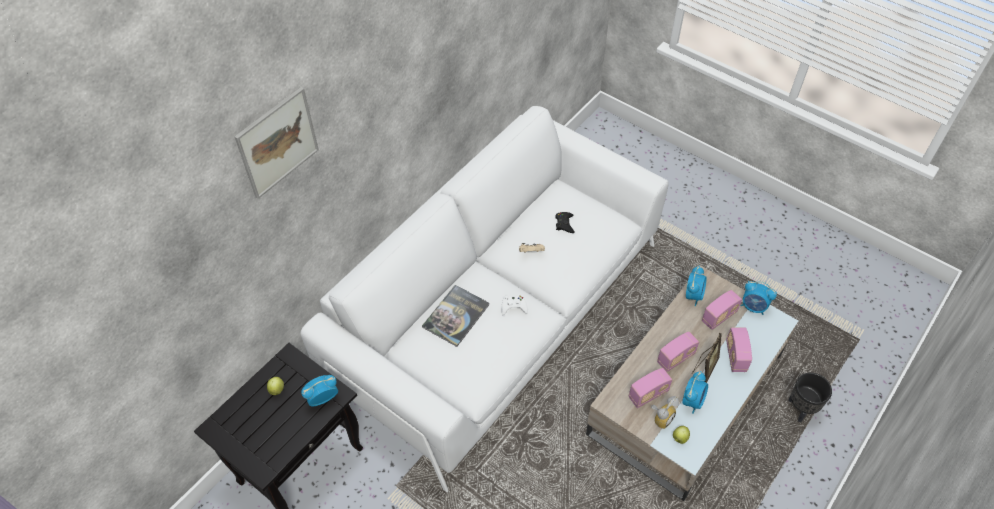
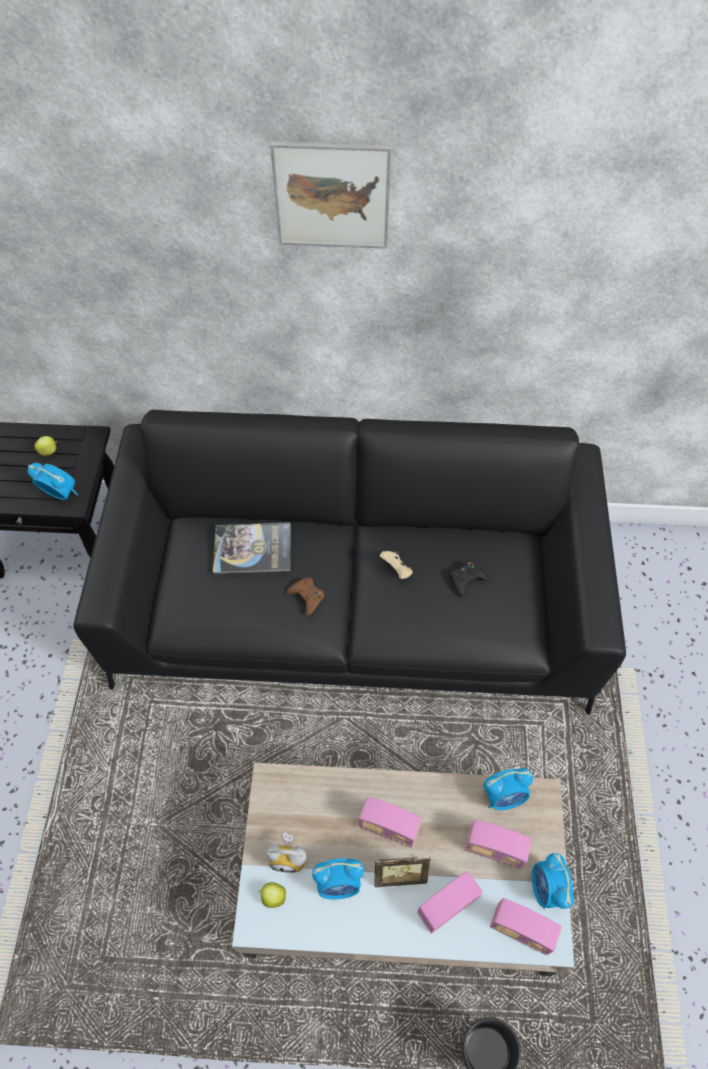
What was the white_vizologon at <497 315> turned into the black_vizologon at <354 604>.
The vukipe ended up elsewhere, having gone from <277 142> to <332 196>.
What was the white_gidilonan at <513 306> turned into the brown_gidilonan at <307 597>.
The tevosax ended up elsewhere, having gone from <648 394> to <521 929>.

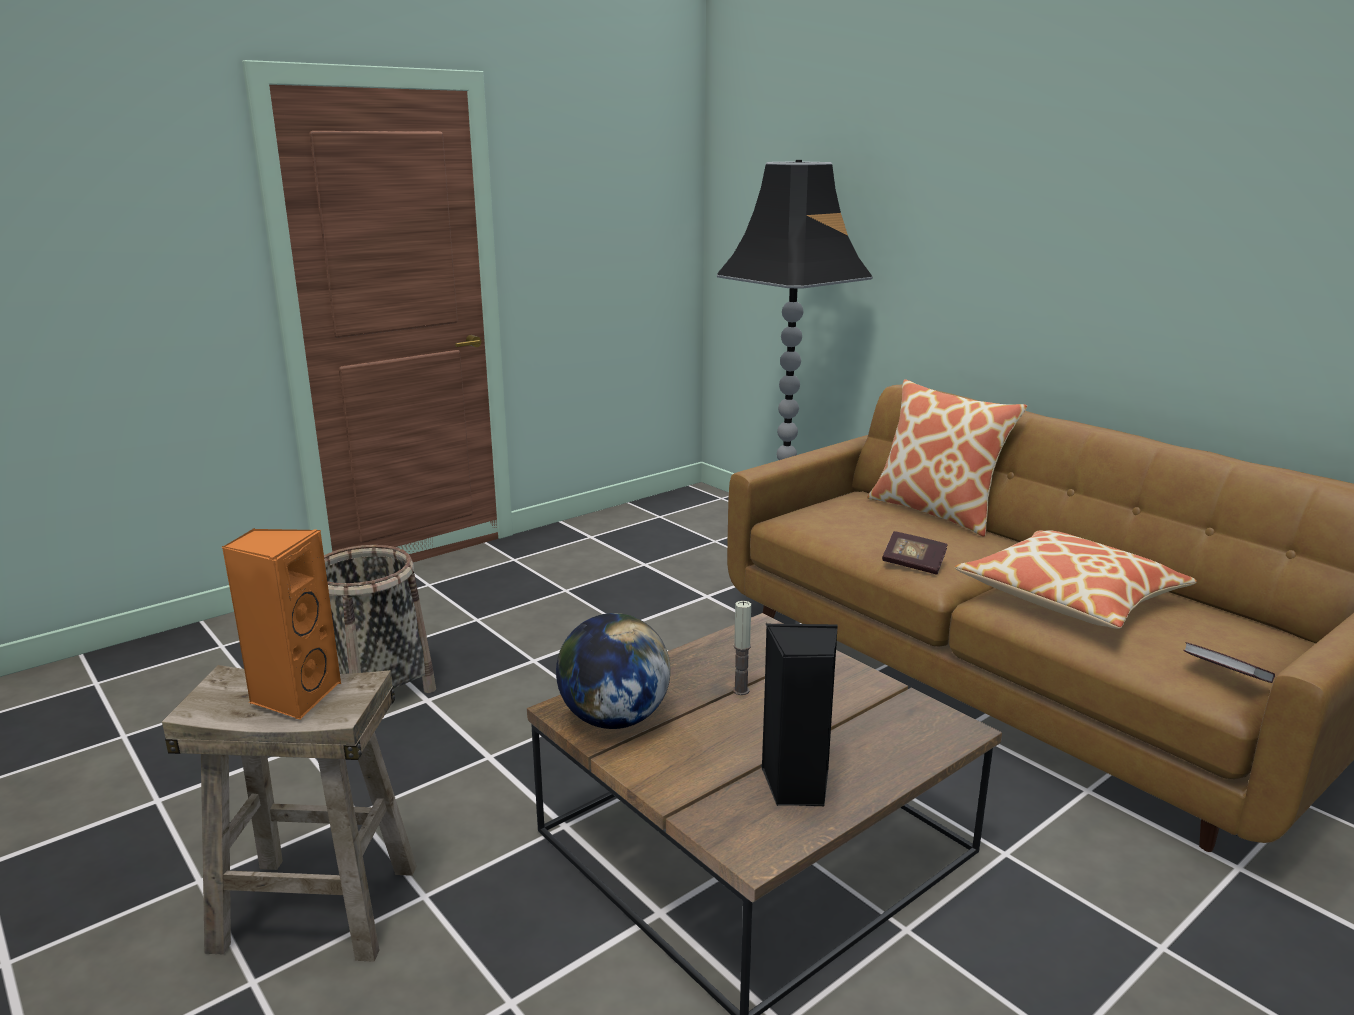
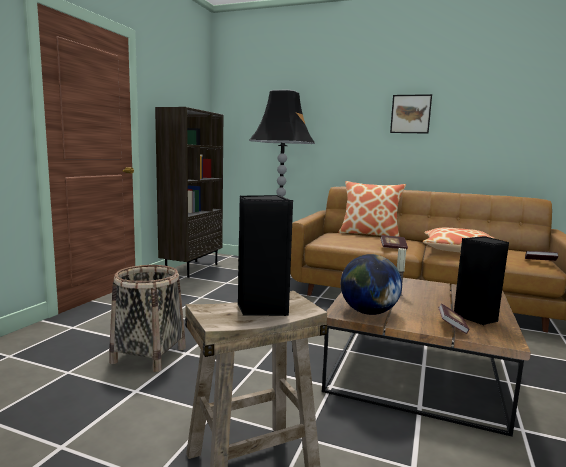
The second view gained the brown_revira at <192 268>.
What was the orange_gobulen at <294 696> turned into the black_gobulen at <262 308>.
The second view gained the vukipe at <410 114>.
The second view gained the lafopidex at <452 327>.

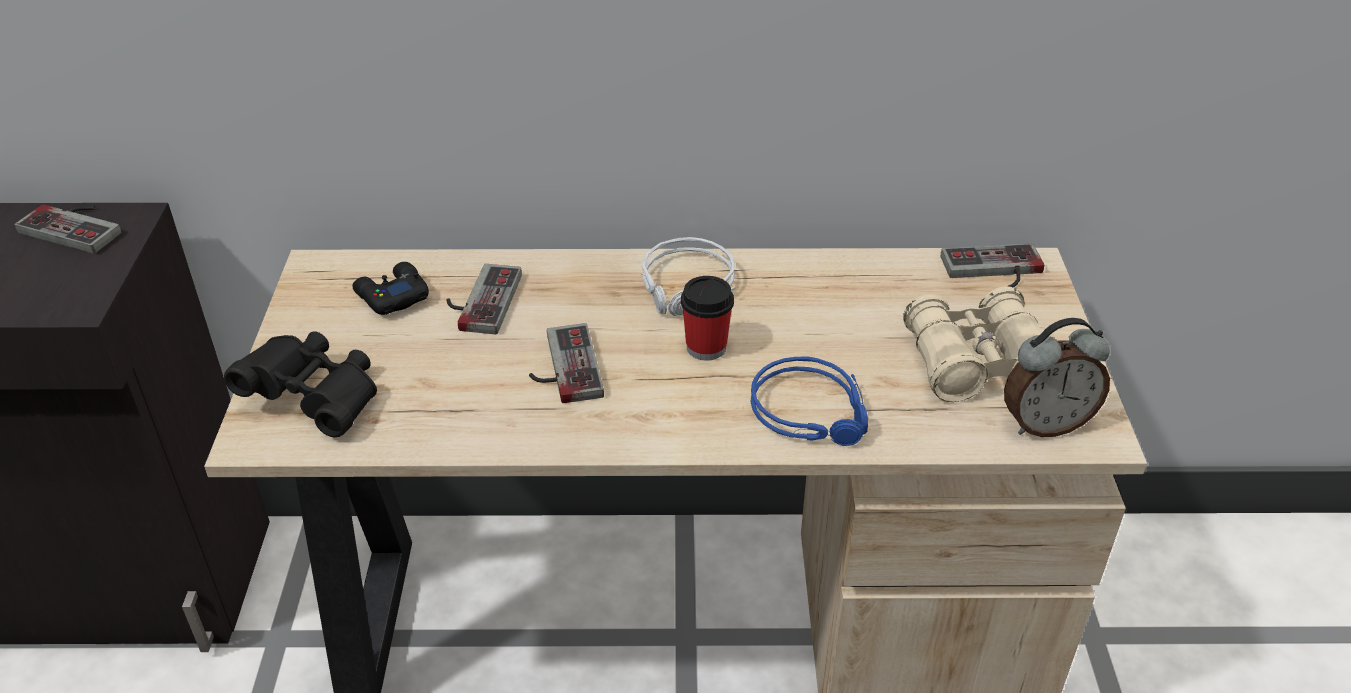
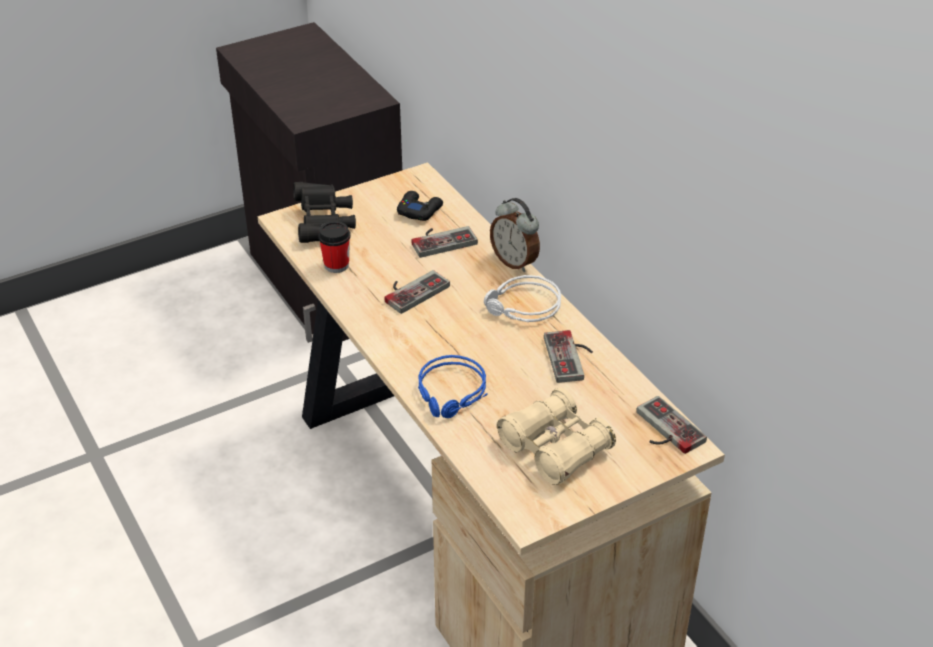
The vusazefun ended up elsewhere, having gone from <706 347> to <336 265>.
The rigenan ended up elsewhere, having gone from <1045 424> to <515 262>.
The gidilonan ended up elsewhere, having gone from <78 226> to <571 357>.

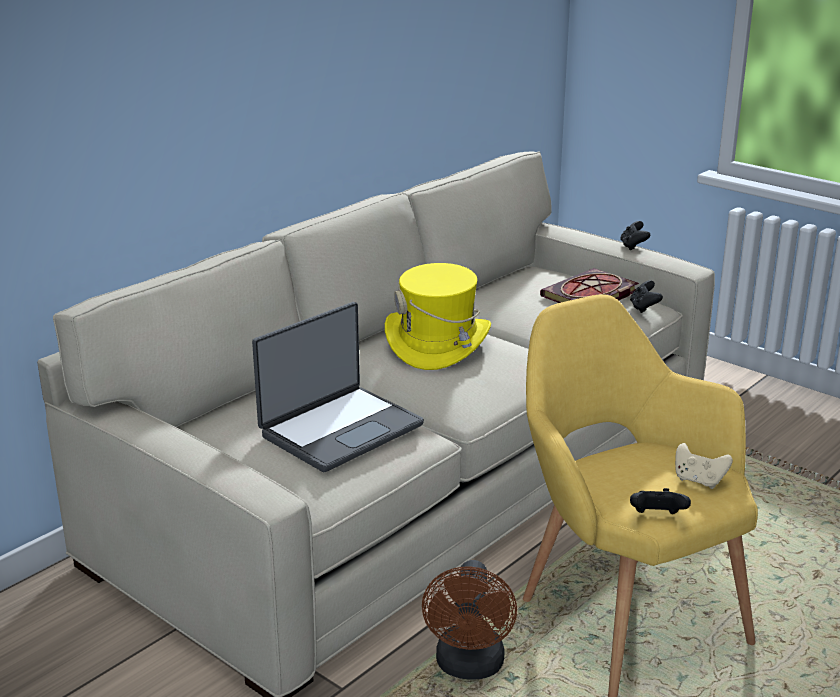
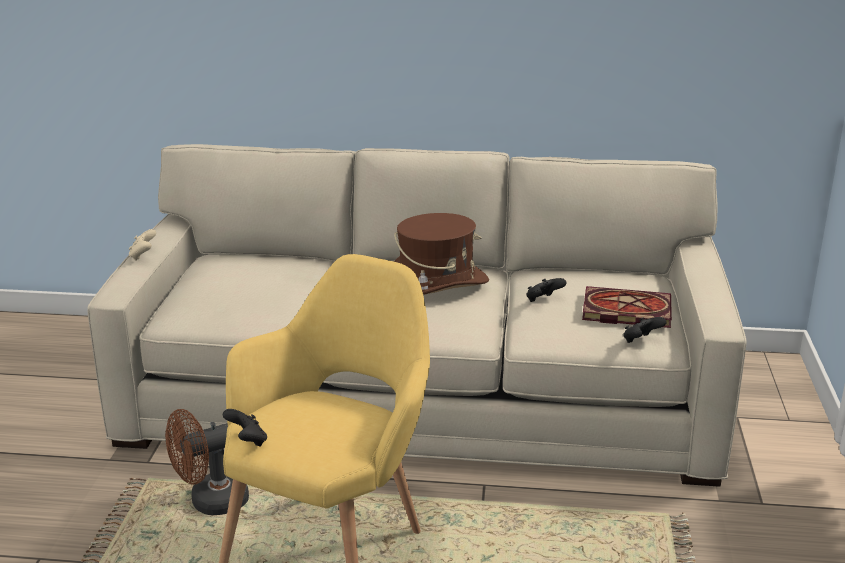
The beige_gidilonan ended up elsewhere, having gone from <698 481> to <143 256>.
What was the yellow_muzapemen at <438 344> turned into the brown_muzapemen at <436 284>.
The black_gidilonan ended up elsewhere, having gone from <633 246> to <543 301>.
The second view lost the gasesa at <339 429>.

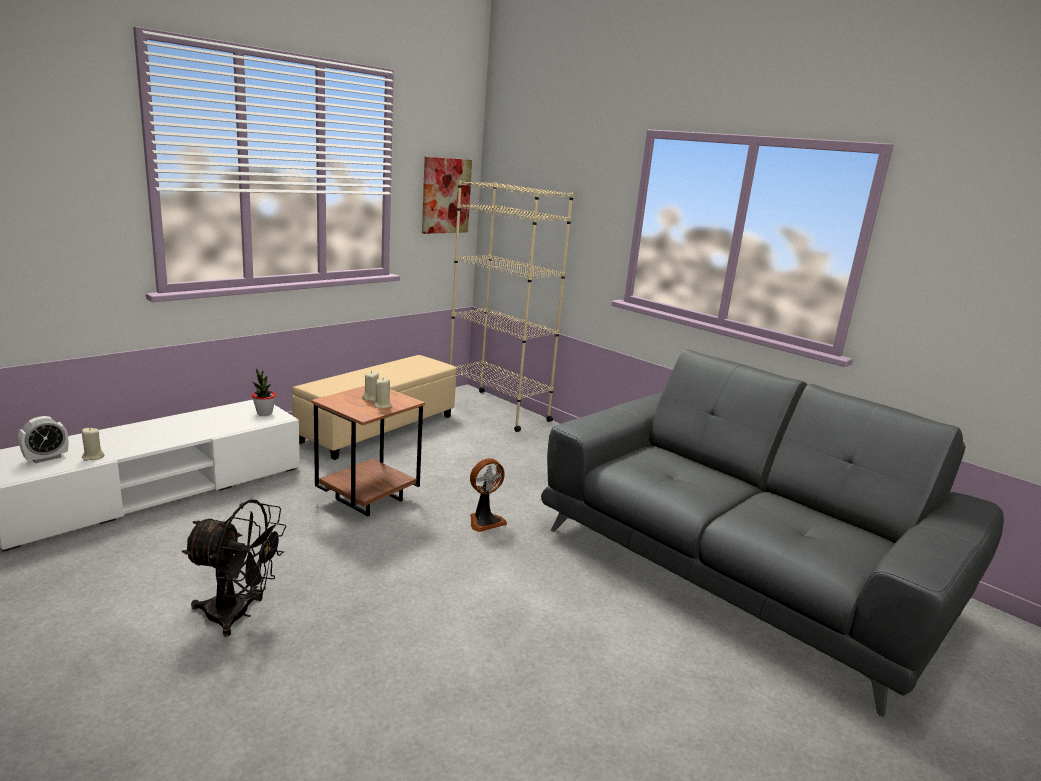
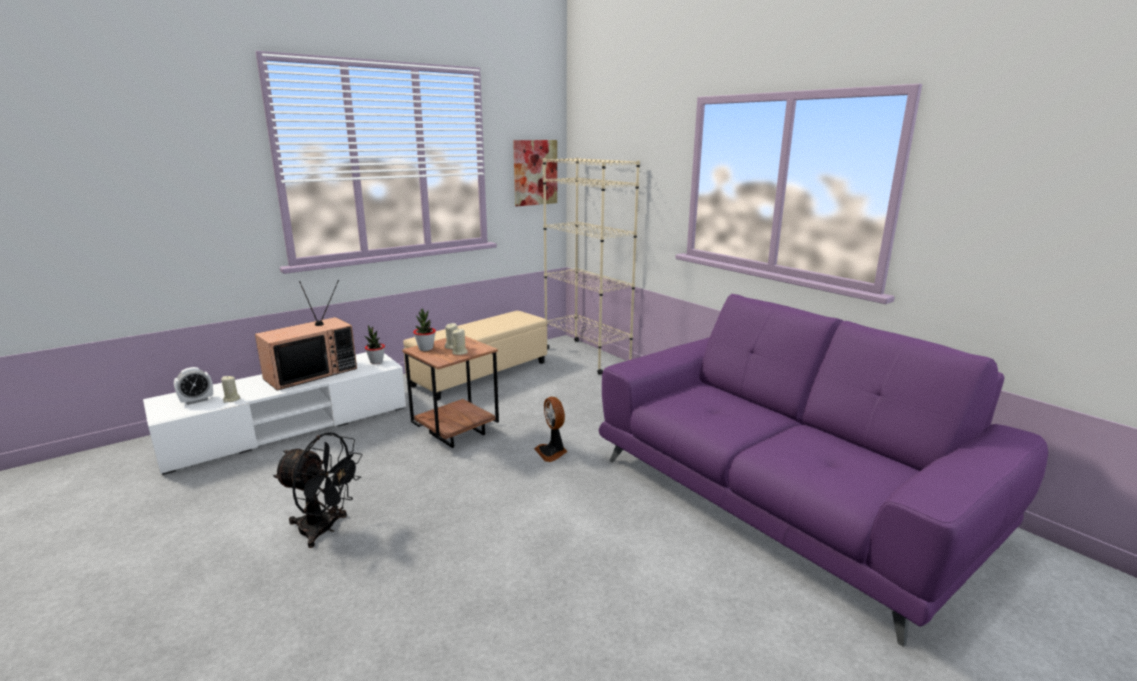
The second view gained the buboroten at <311 373>.
The second view gained the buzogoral at <426 349>.
The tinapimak at <484 521> ended up facing another way, 90 degrees clockwise from before.
What was the grey_vizologon at <739 570> turned into the purple_vizologon at <782 499>.

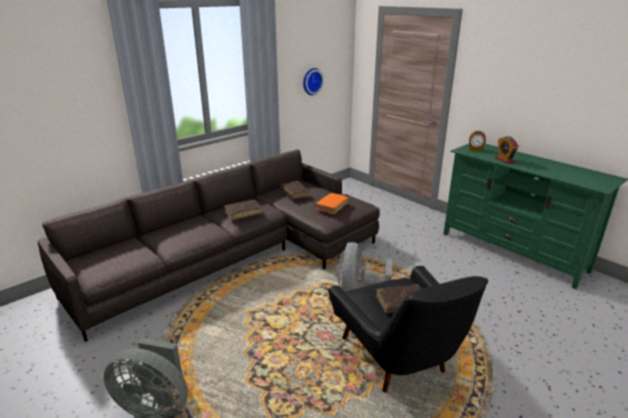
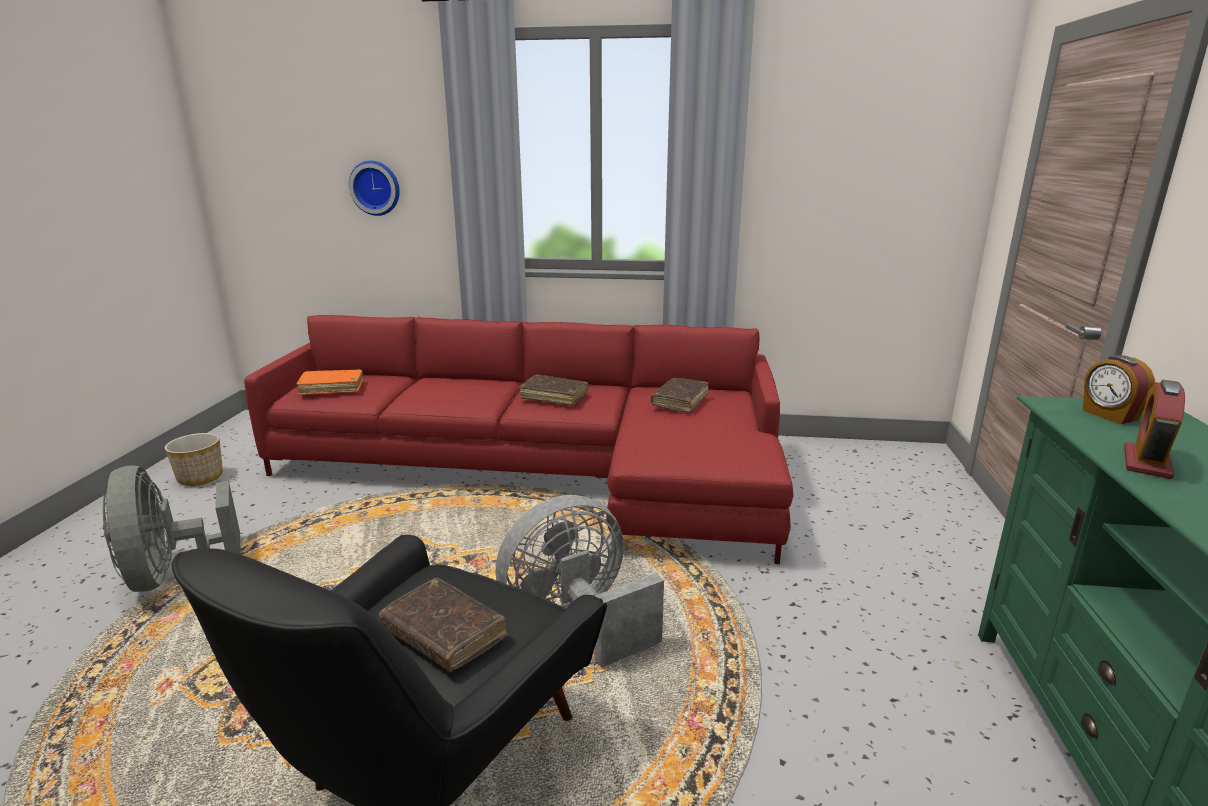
The second view gained the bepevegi at <199 478>.
What was the grey_vizologon at <236 256> turned into the red_vizologon at <544 472>.
The orange_lafopidex ended up elsewhere, having gone from <332 206> to <332 388>.
The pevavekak ended up elsewhere, having gone from <311 81> to <376 188>.

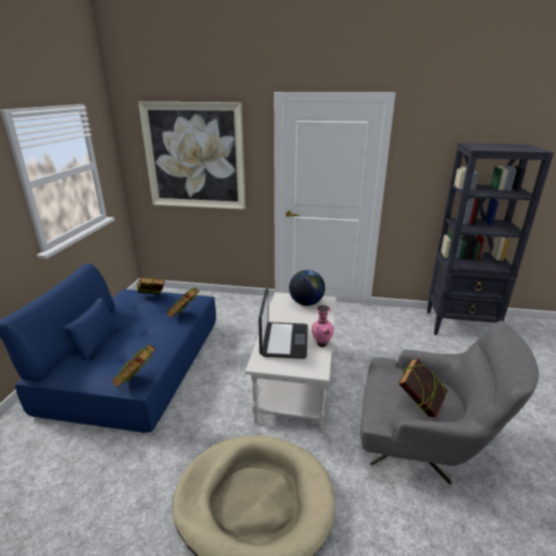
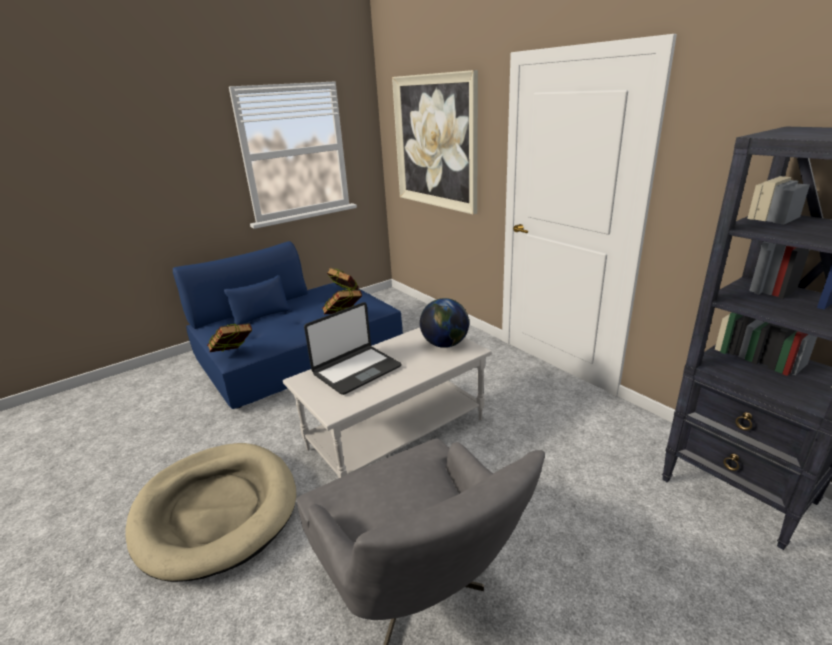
The second view lost the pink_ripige at <321 344>.
The second view lost the lafopidex at <419 404>.

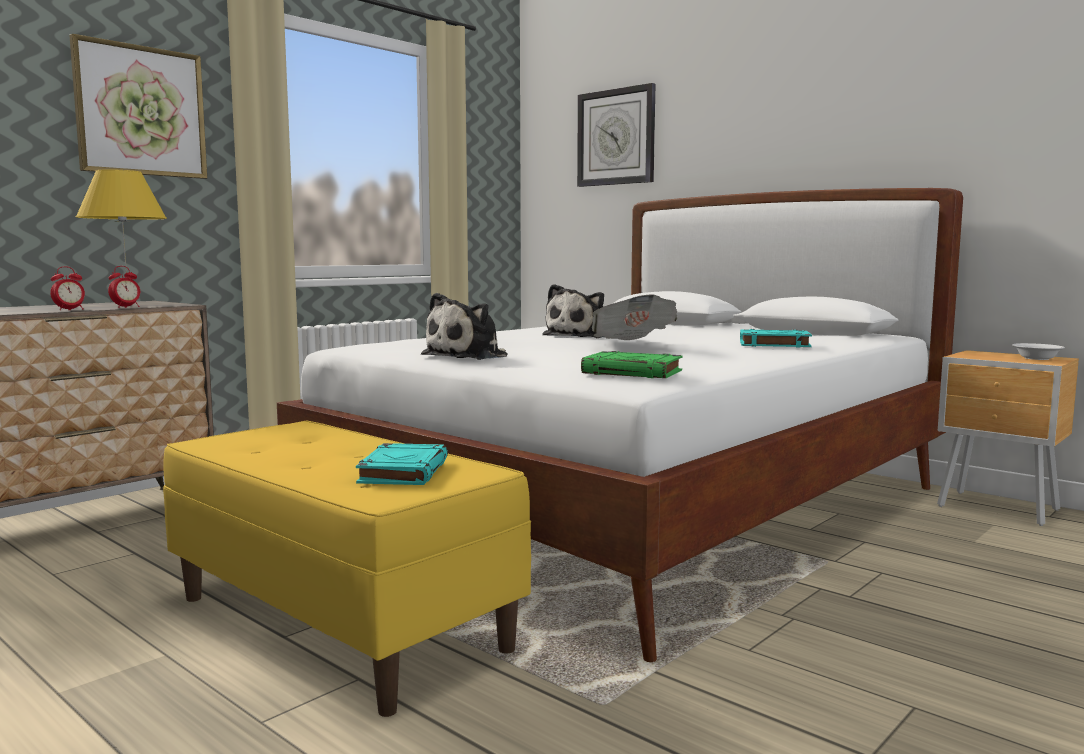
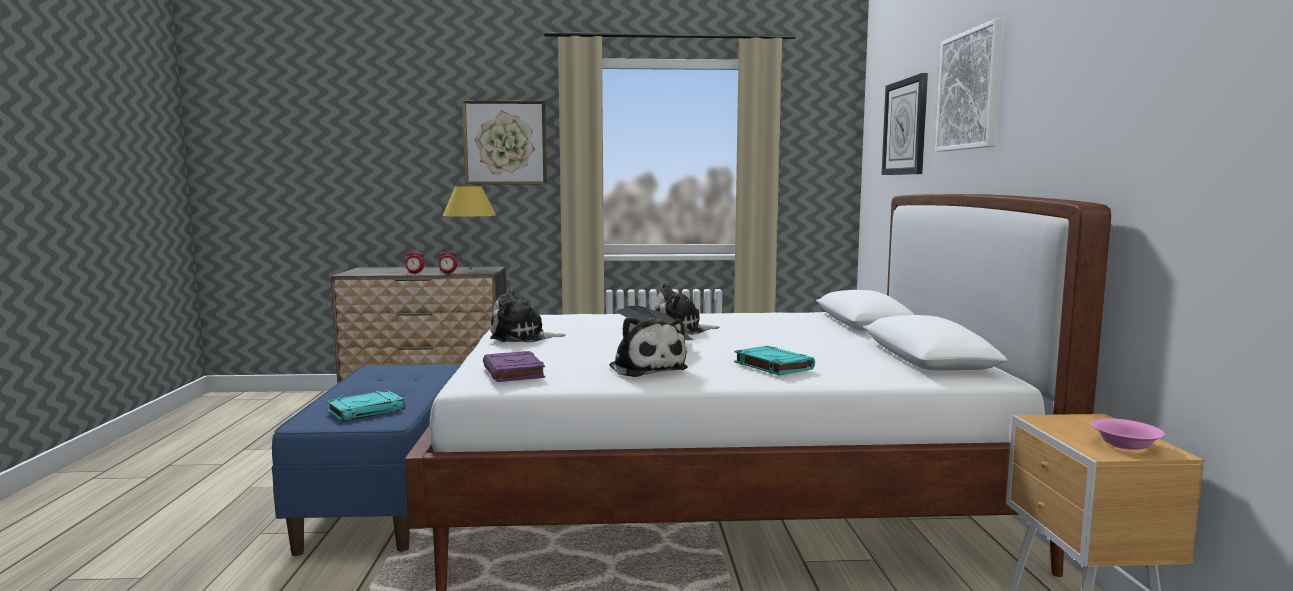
What was the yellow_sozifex at <341 623> turned into the blue_sozifex at <388 500>.
What was the green_lafopidex at <633 372> turned into the purple_lafopidex at <514 372>.
The second view gained the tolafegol at <646 368>.
The second view gained the vukipe at <970 90>.
What was the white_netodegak at <1036 358> turned into the pink_netodegak at <1125 444>.

